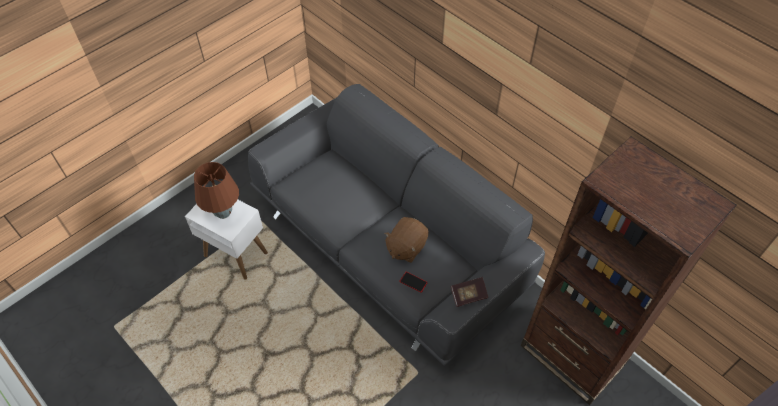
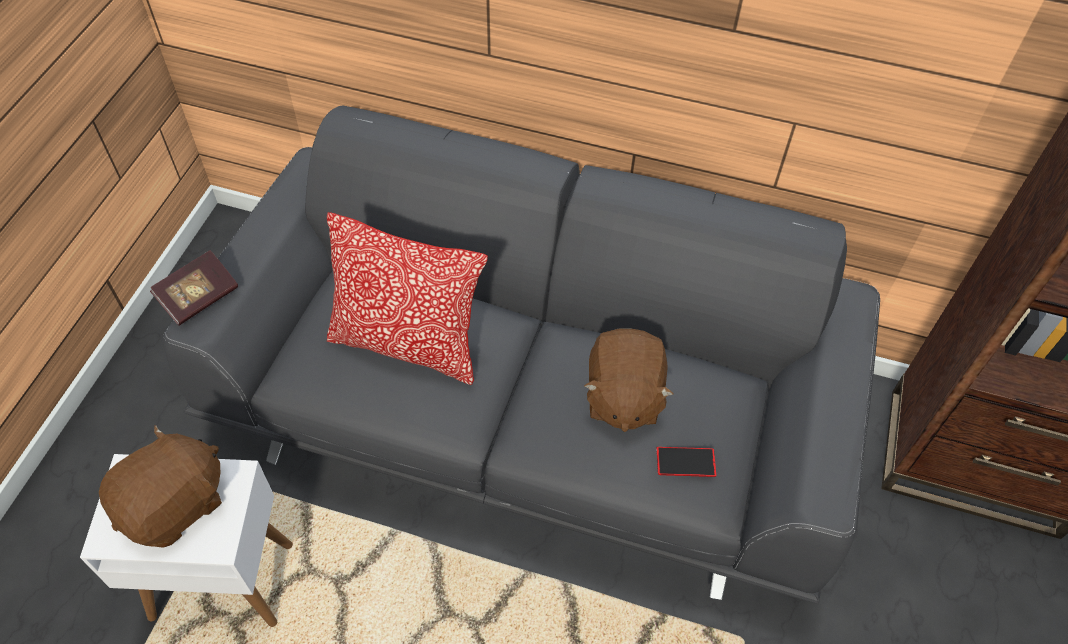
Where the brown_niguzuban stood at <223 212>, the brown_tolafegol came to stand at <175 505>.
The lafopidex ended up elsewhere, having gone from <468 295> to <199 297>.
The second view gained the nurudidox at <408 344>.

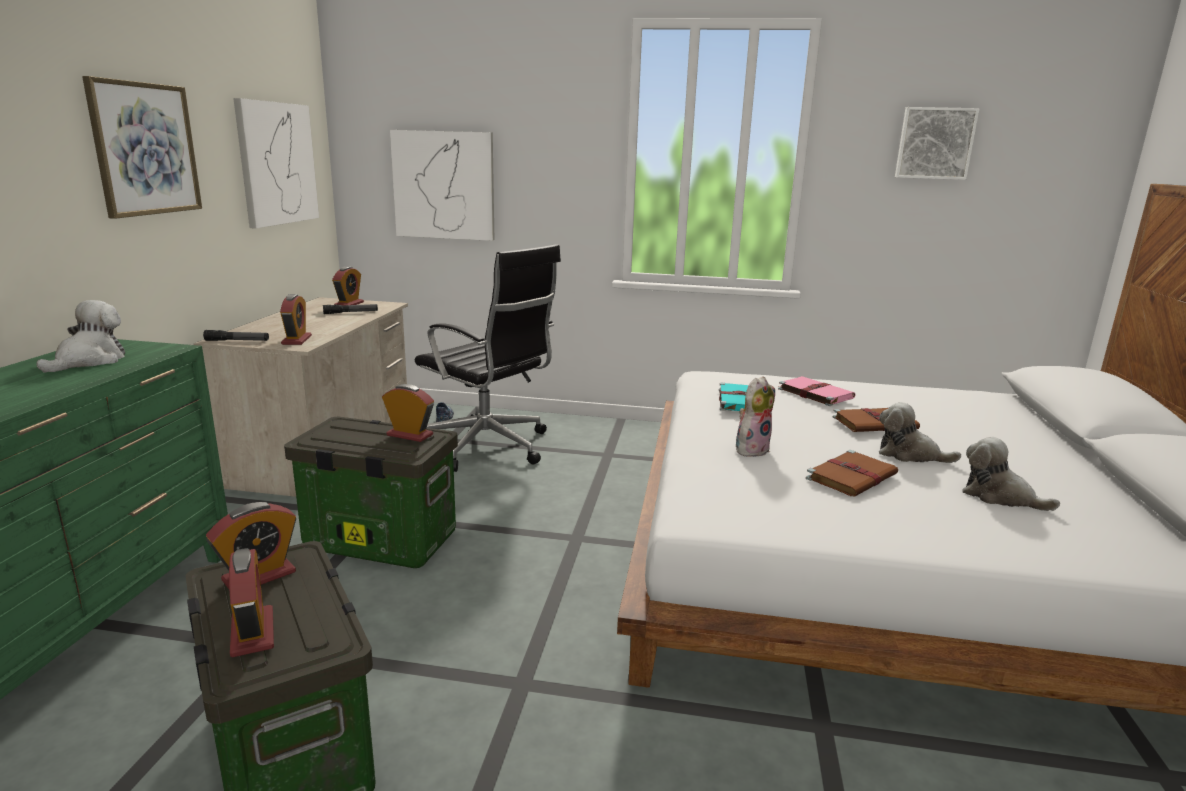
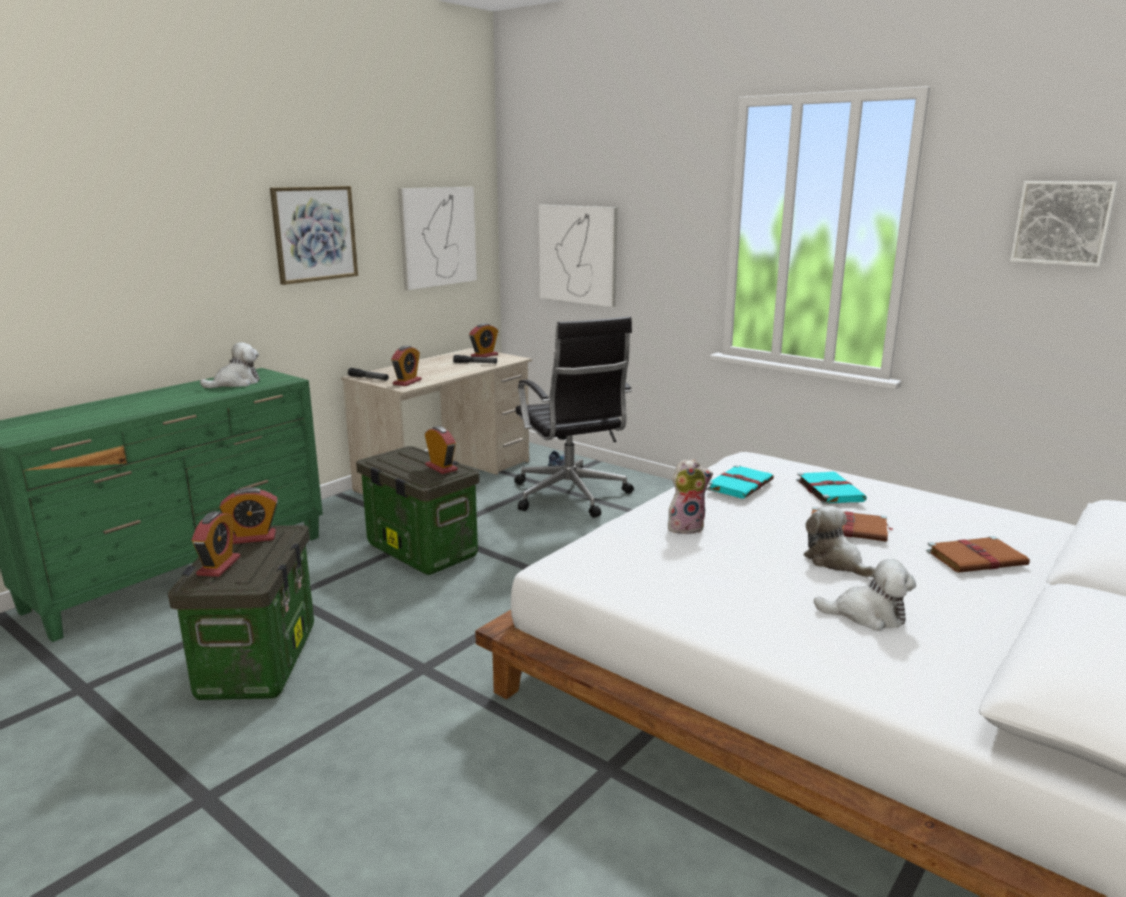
What was the pink_lafopidex at <814 393> turned into the turquoise_lafopidex at <829 490>.
The tolafegol at <999 497> ended up facing another way, 120 degrees clockwise from before.
The brown_lafopidex ended up elsewhere, having gone from <852 476> to <977 558>.

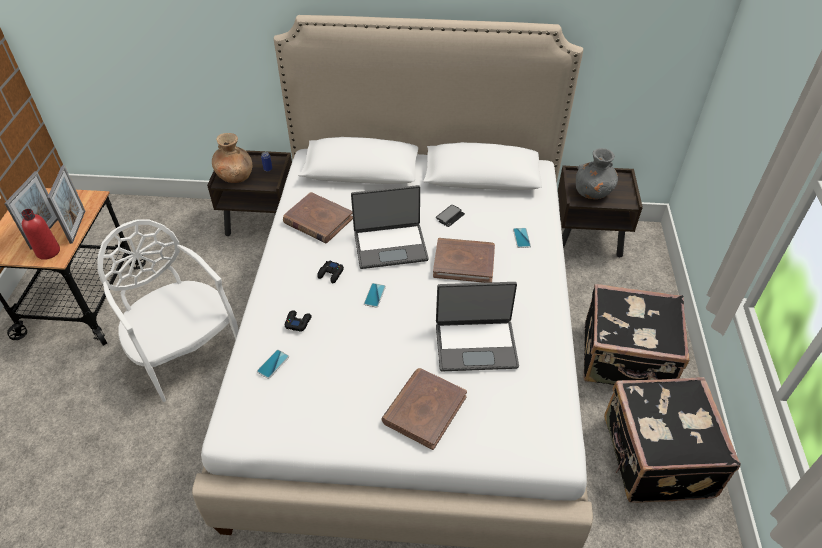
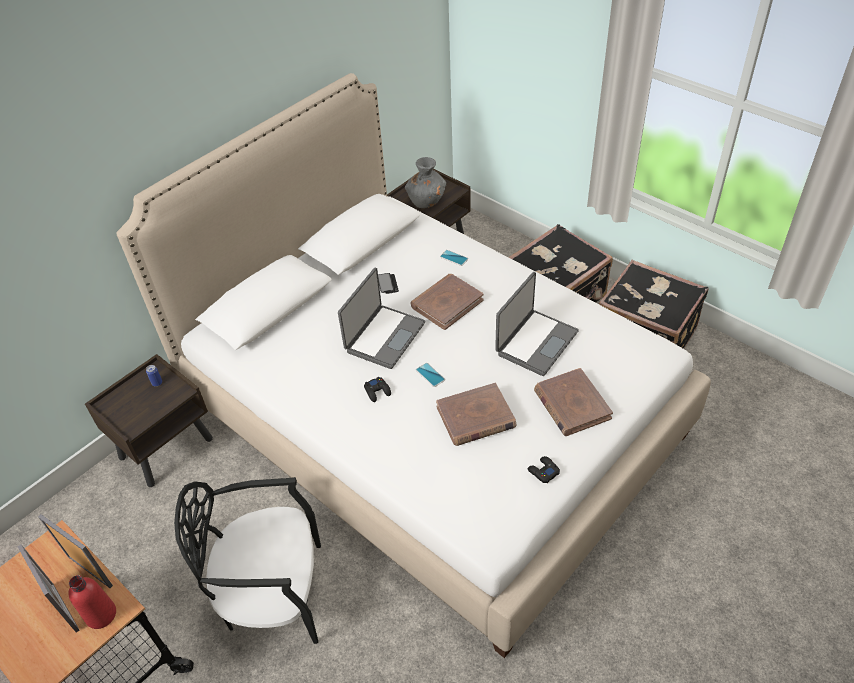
What was the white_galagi at <186 352> turned into the black_galagi at <274 595>.
The brown_lafopidex ended up elsewhere, having gone from <318 220> to <475 417>.
The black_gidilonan ended up elsewhere, having gone from <298 322> to <543 471>.
The second view lost the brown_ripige at <235 176>.
The second view lost the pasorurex at <273 364>.

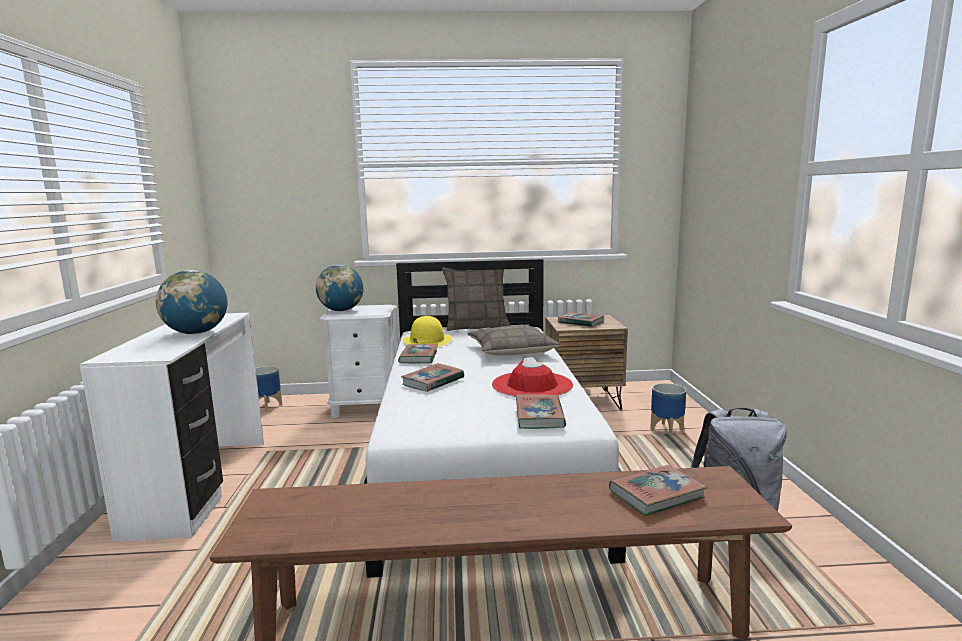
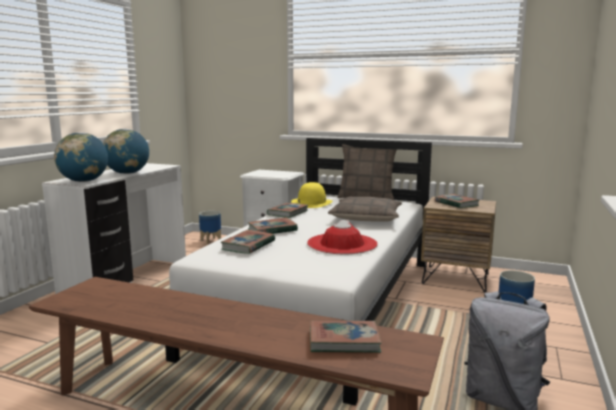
The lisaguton ended up elsewhere, having gone from <341 310> to <84 181>.
The lafopidex ended up elsewhere, having gone from <539 416> to <248 245>.

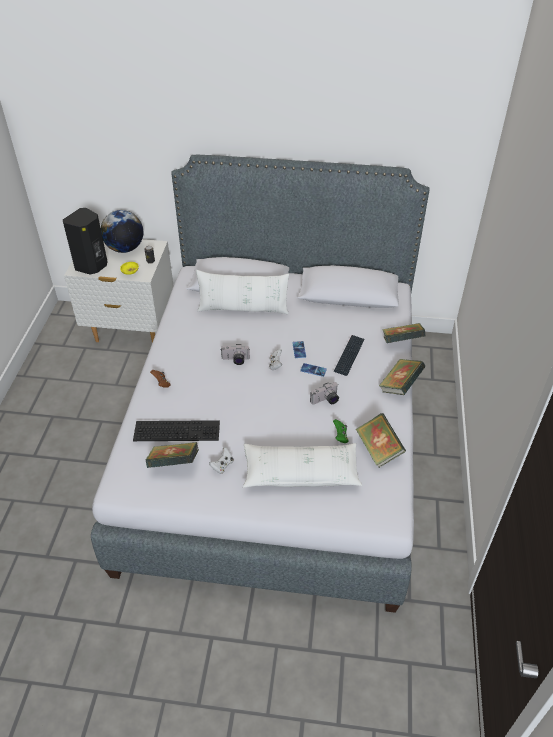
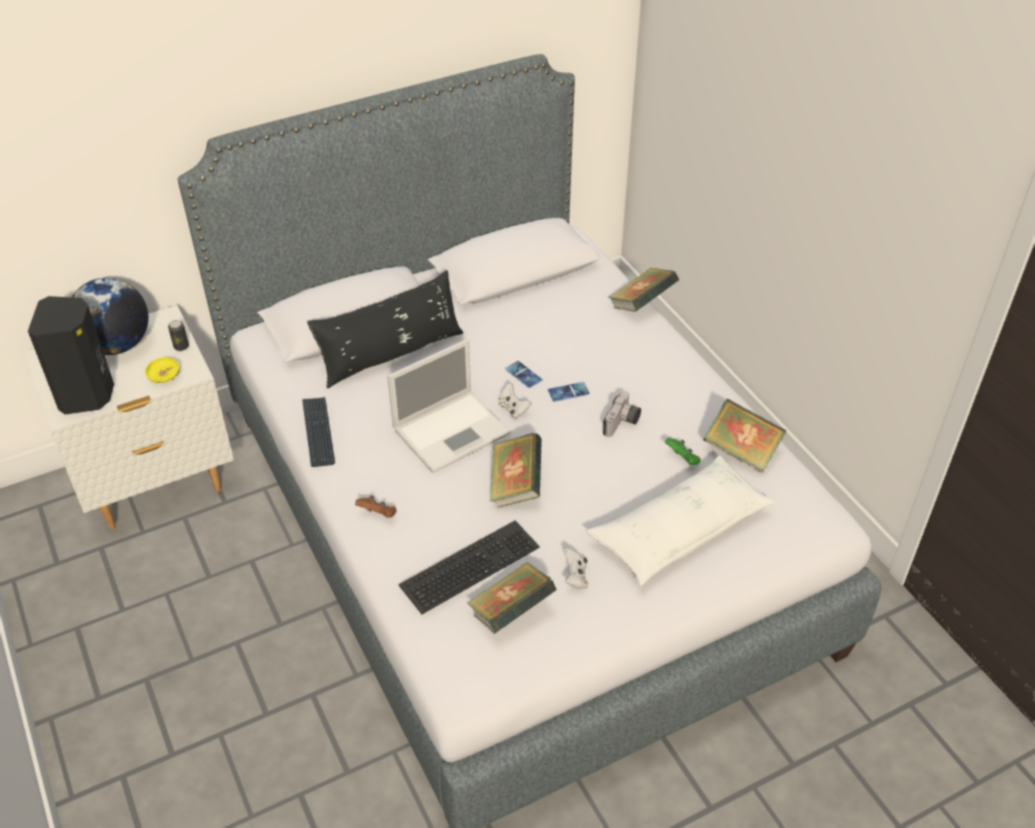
The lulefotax ended up elsewhere, having gone from <349 355> to <318 432>.
What was the white_nurudidox at <243 309> turned into the black_nurudidox at <391 354>.
Where the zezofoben stood at <235 360>, the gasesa came to stand at <453 430>.
The lafopidex ended up elsewhere, having gone from <400 386> to <516 485>.

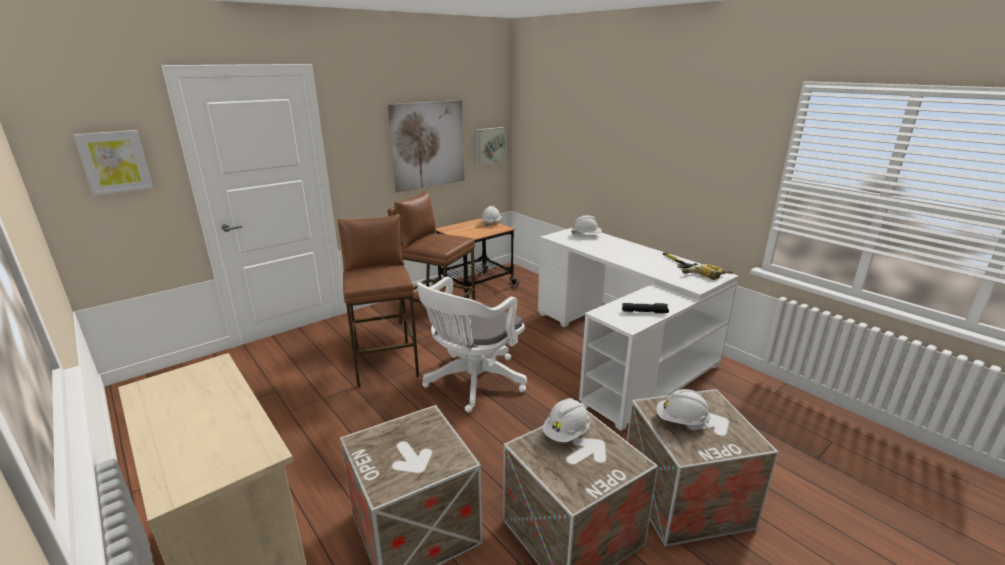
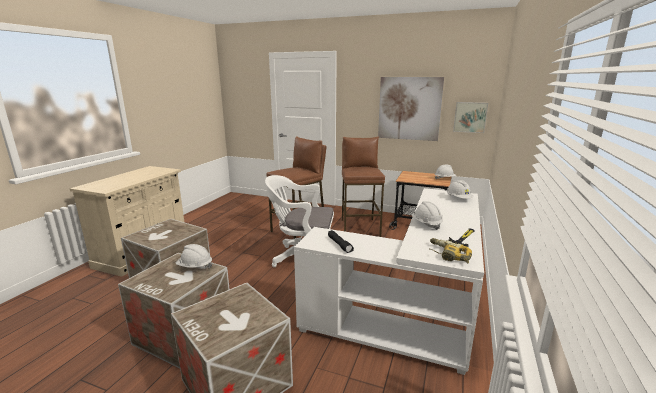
The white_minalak ended up elsewhere, having gone from <681 421> to <426 224>.
The second view lost the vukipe at <114 162>.

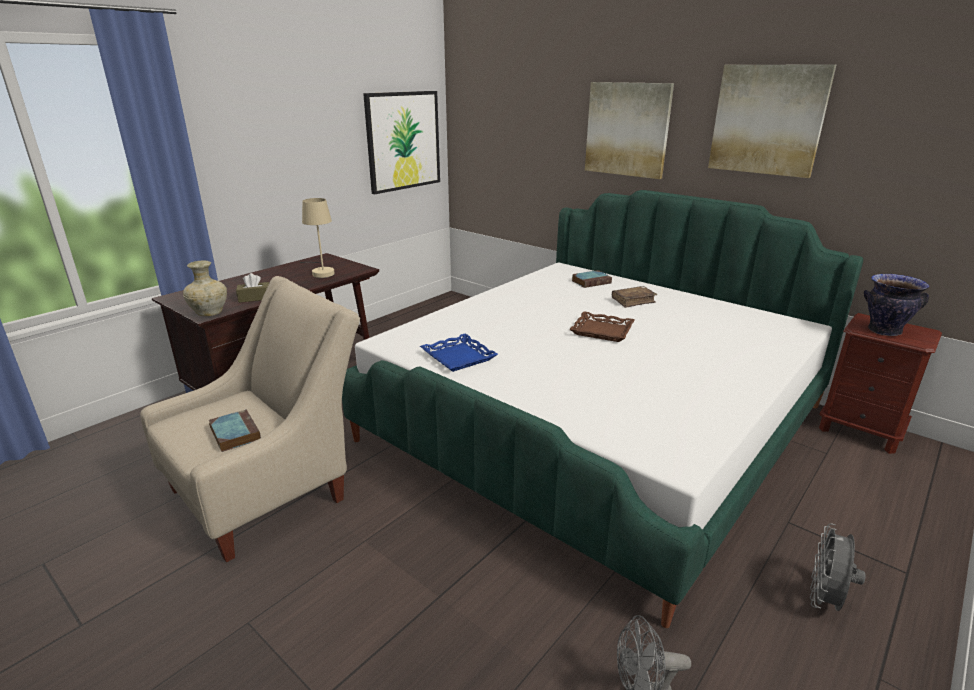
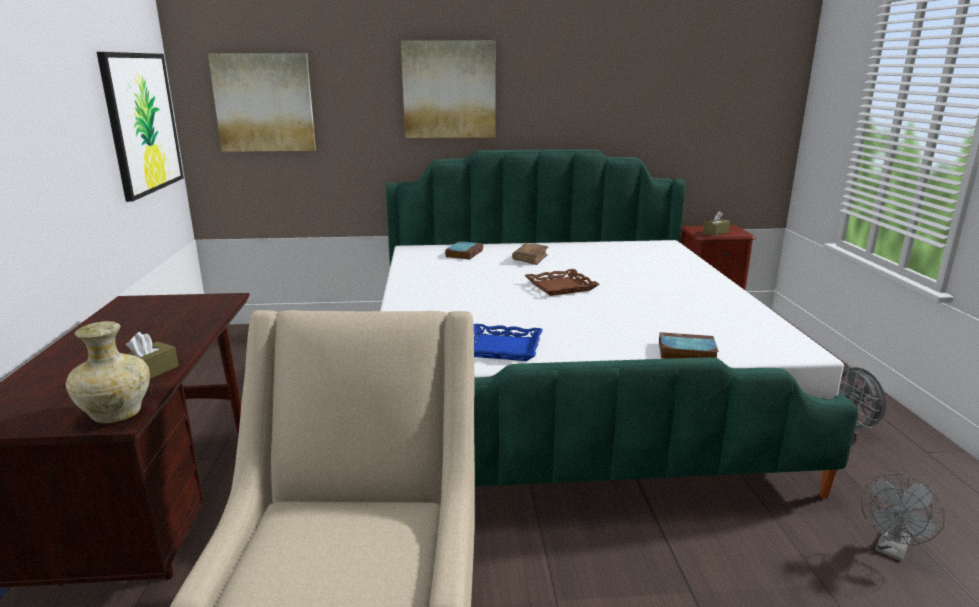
The vukipe ended up elsewhere, having gone from <767 120> to <264 103>.
The lafopidex ended up elsewhere, having gone from <234 433> to <685 352>.
Where the ripige stood at <884 331>, the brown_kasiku came to stand at <715 232>.
The second view lost the beige_niguzuban at <321 272>.

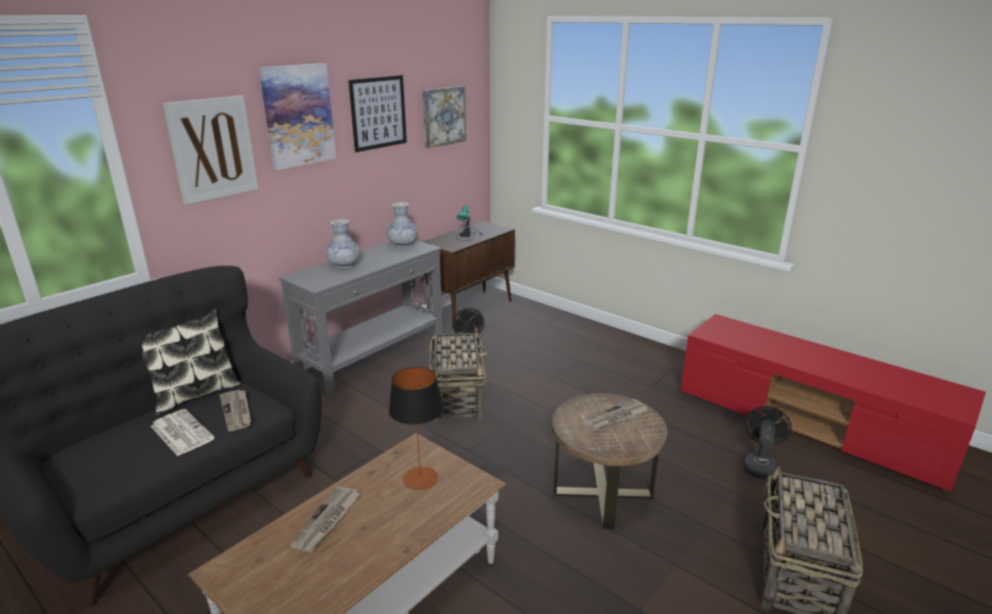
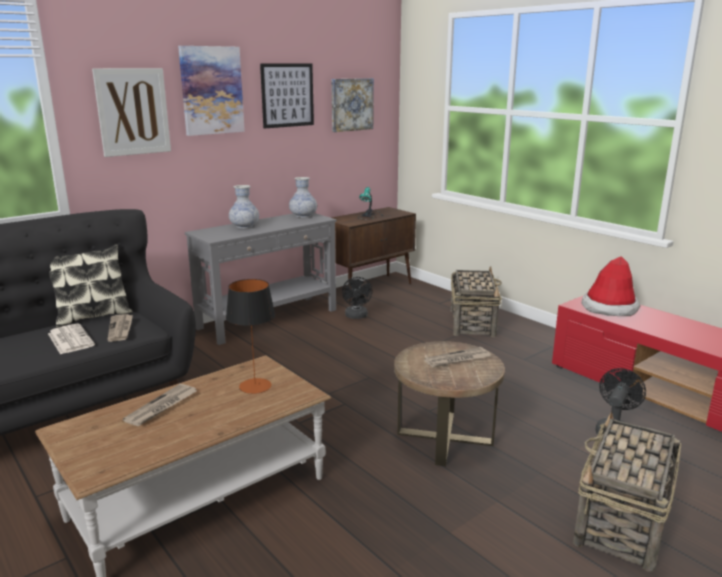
The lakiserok ended up elsewhere, having gone from <457 397> to <472 322>.
The second view gained the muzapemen at <609 308>.

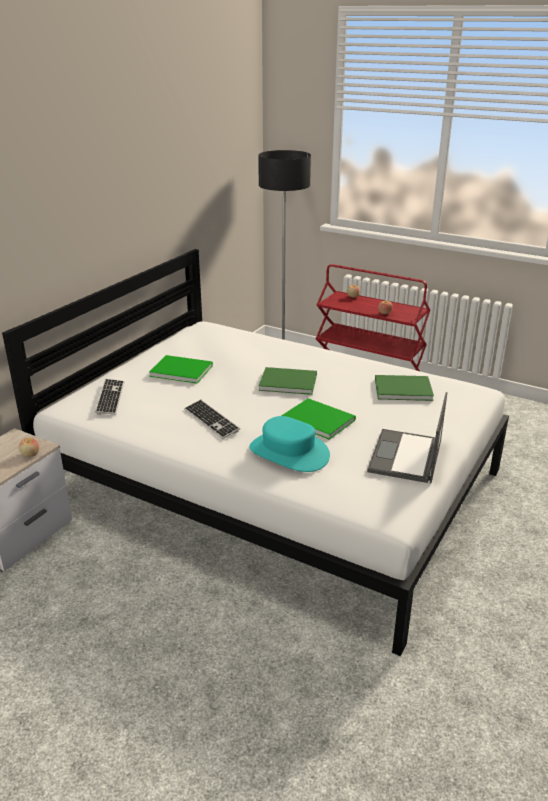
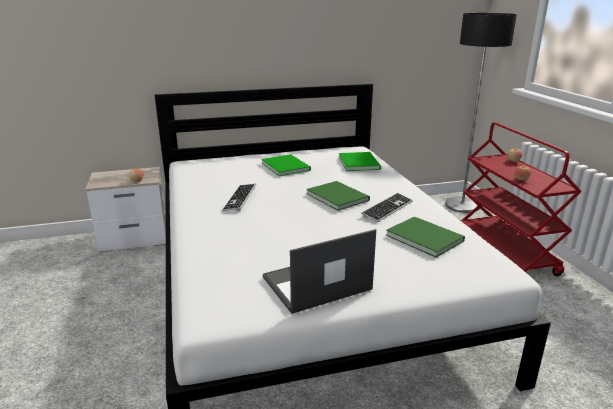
The green_lafopidex ended up elsewhere, having gone from <317 419> to <359 162>.
The lulefotax ended up elsewhere, having gone from <110 398> to <387 209>.
The second view lost the turquoise_muzapemen at <288 452>.

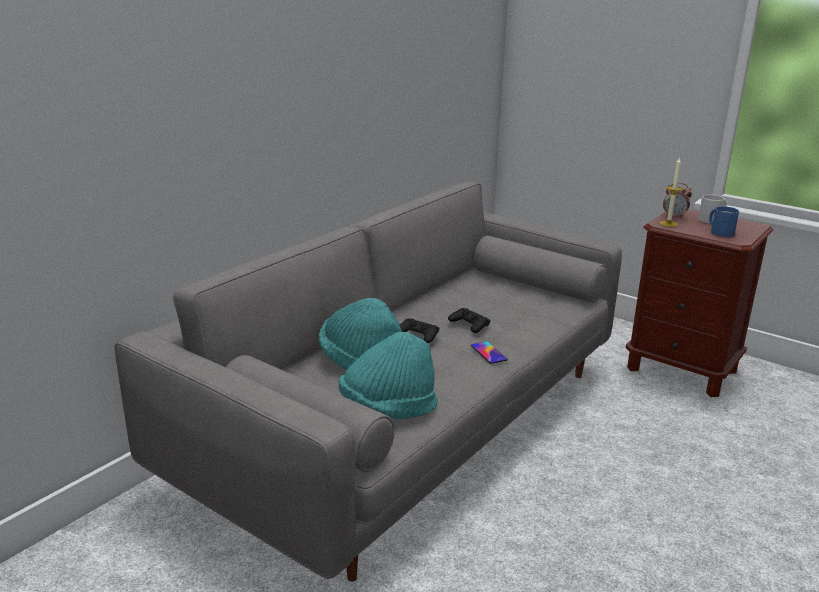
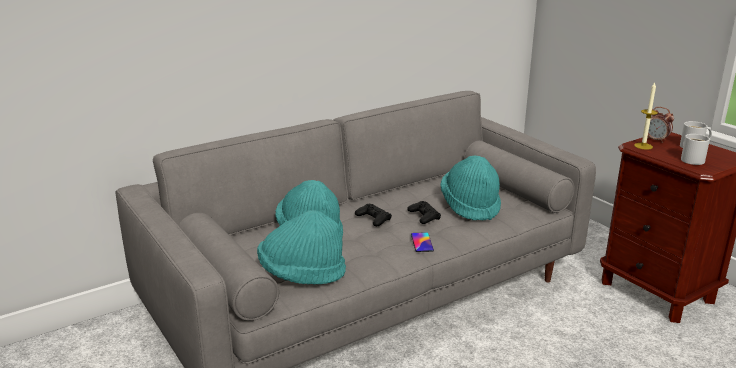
The second view gained the turquoise_muzapemen at <470 206>.
What was the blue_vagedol at <721 232> turned into the white_vagedol at <692 160>.

